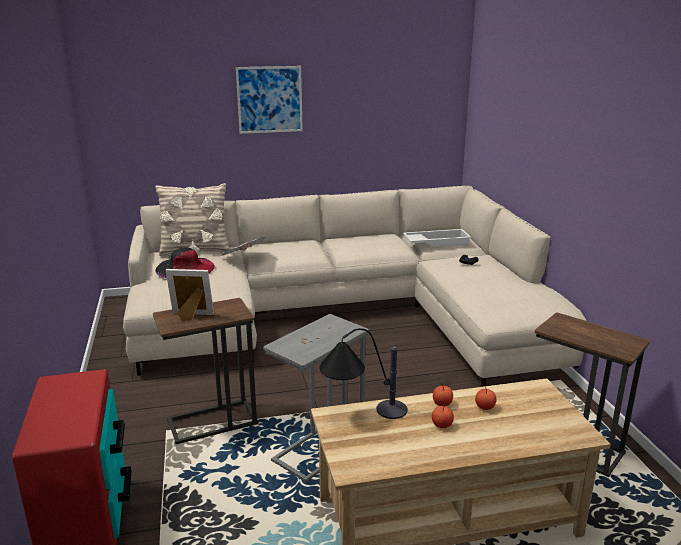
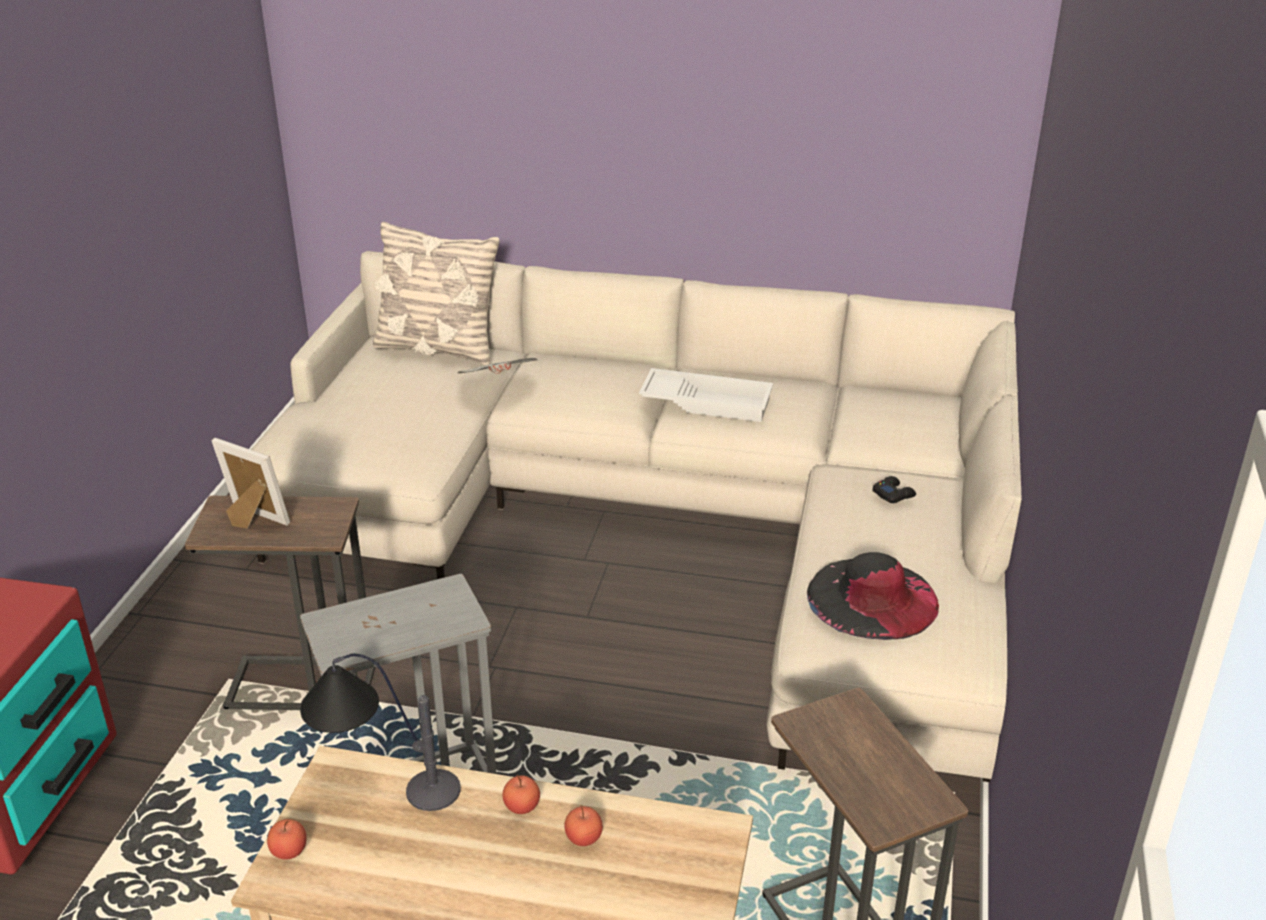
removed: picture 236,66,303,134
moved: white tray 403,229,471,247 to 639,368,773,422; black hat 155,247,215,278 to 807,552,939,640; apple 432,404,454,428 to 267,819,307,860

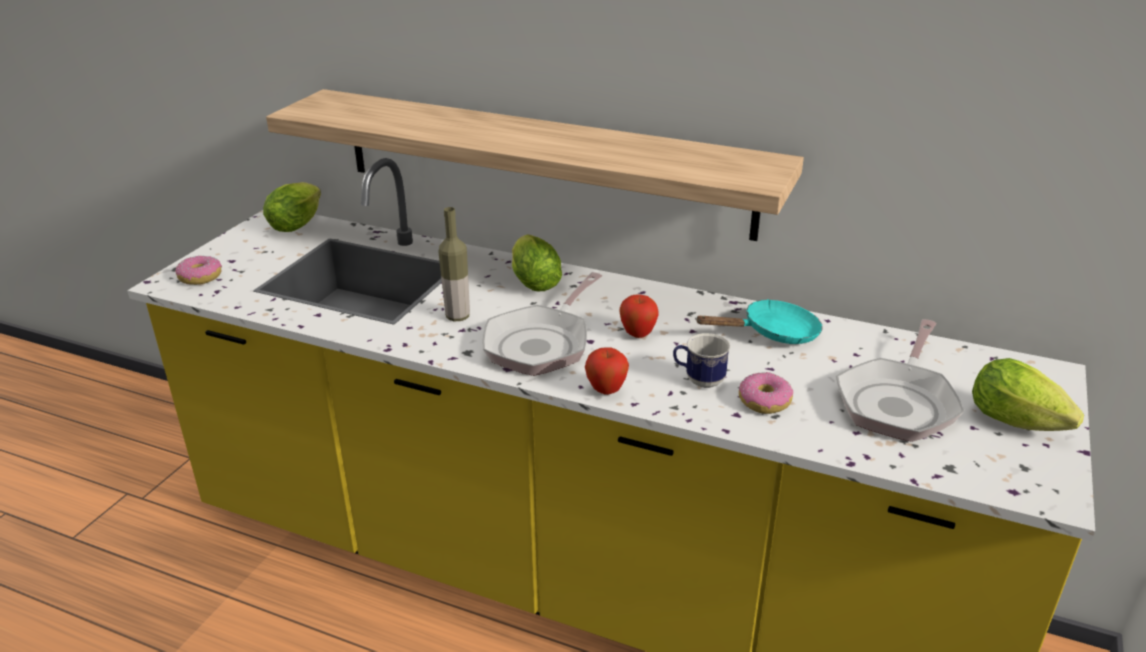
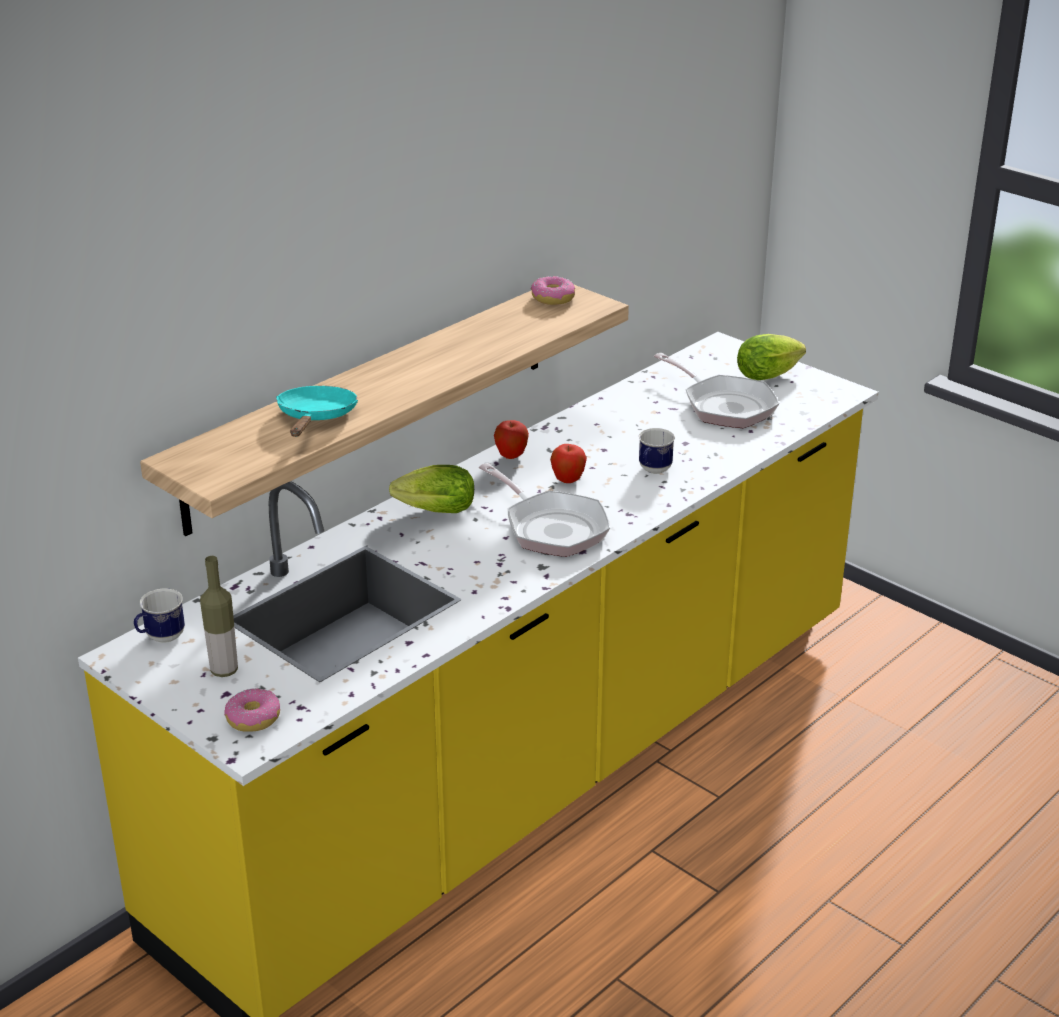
moved: bottle 438,207,470,321 to 200,556,238,677; turquoise frying pan 695,299,823,344 to 276,386,358,437; apple 585,347,629,395 to 494,420,529,459; donut 739,372,793,414 to 531,276,575,305
replaced: lettuce 263,182,321,232 to mug 134,588,185,643

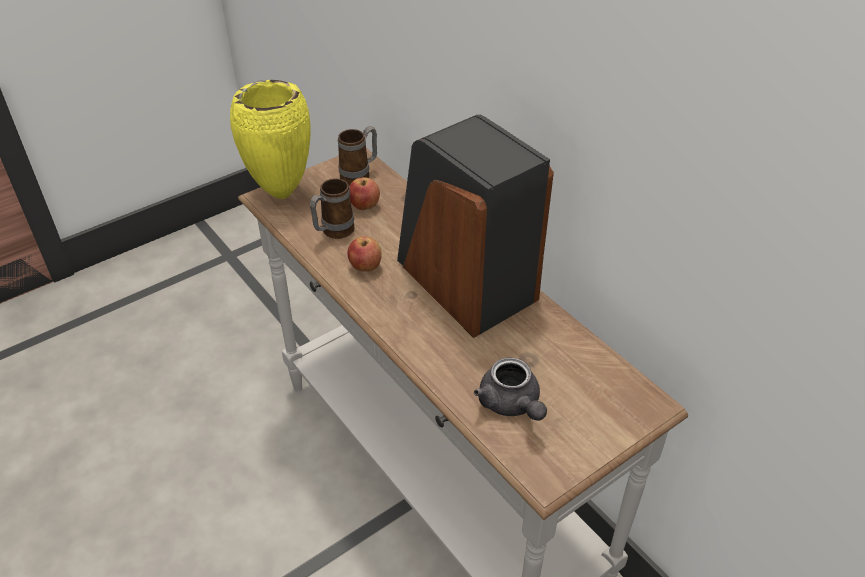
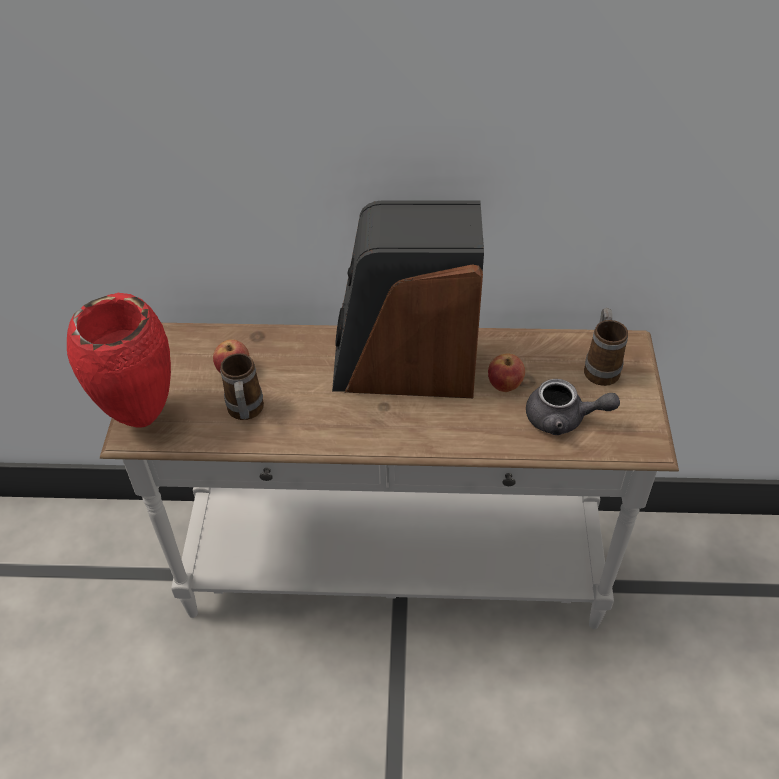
moved: mug 338,126,377,186 to 584,308,628,386; apple 348,236,382,272 to 488,354,525,392
recoloured: yellow vase 230,80,311,199 to red vase 67,293,171,427

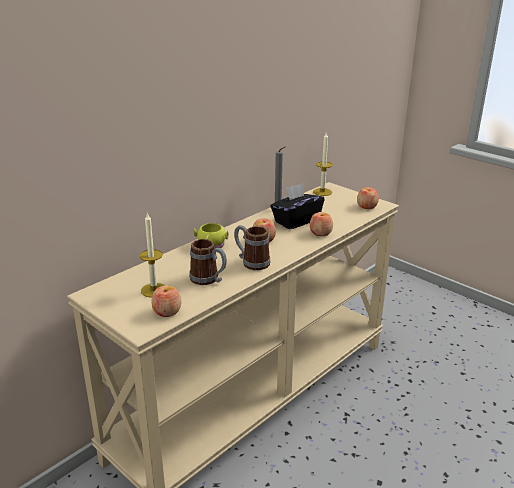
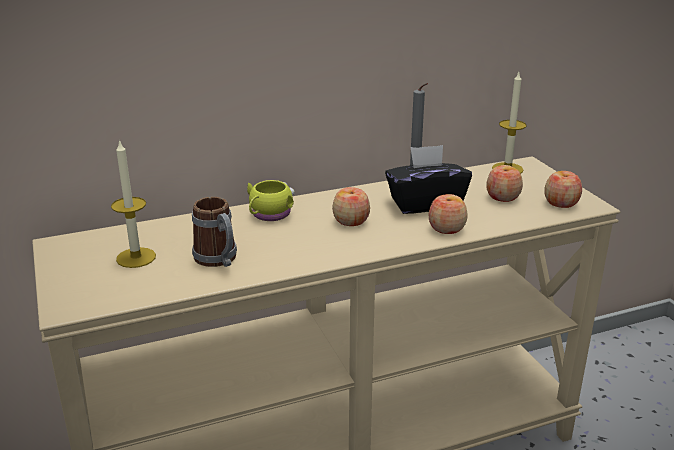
removed: mug 234,225,270,270
moved: apple 151,285,181,317 to 486,165,523,202

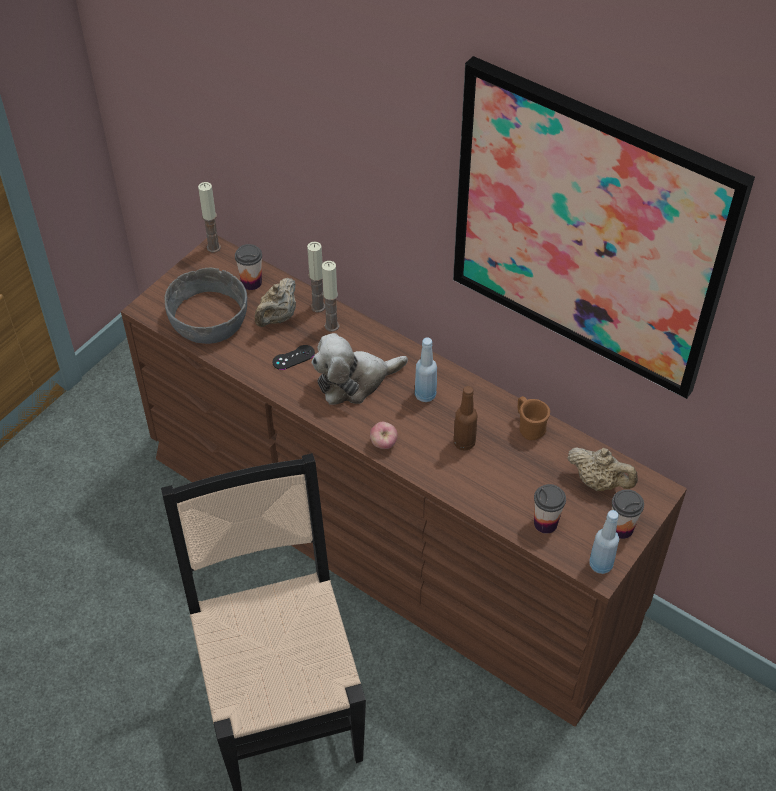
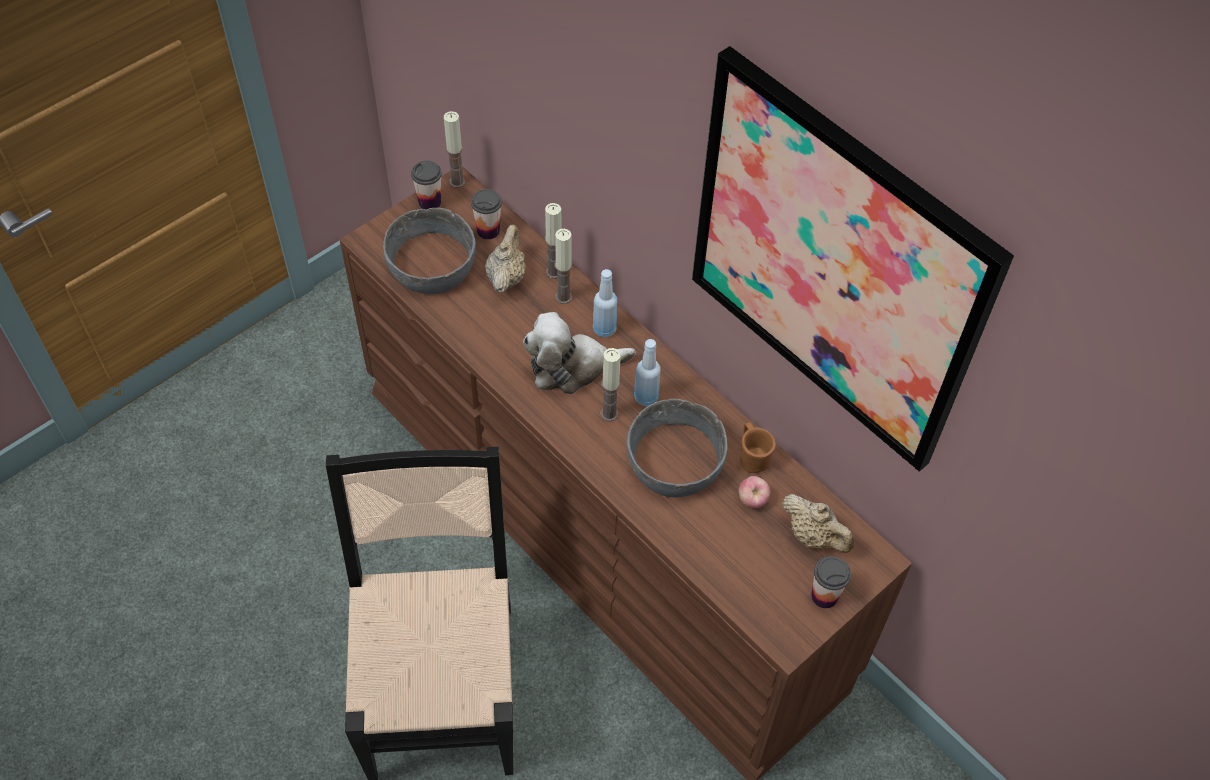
removed: black game controller 272,345,315,370
added: candle 601,348,621,421
moved: apple 370,422,398,449 to 738,476,770,508; cup 534,484,566,534 to 411,160,442,210; blue bottle 589,510,619,574 to 593,269,617,337
replaced: brown bottle 453,386,478,451 to grey bowl 626,399,728,497
turned: beige teapot 255,278,296,327 = 485,225,526,293 150 degrees clockwise

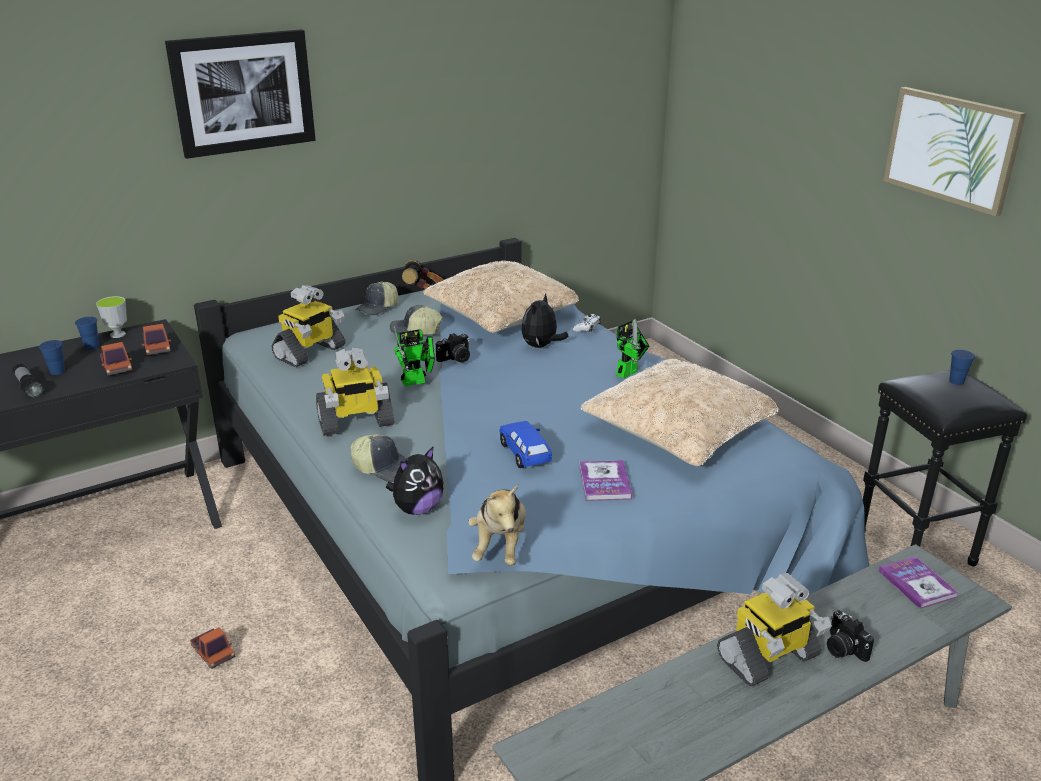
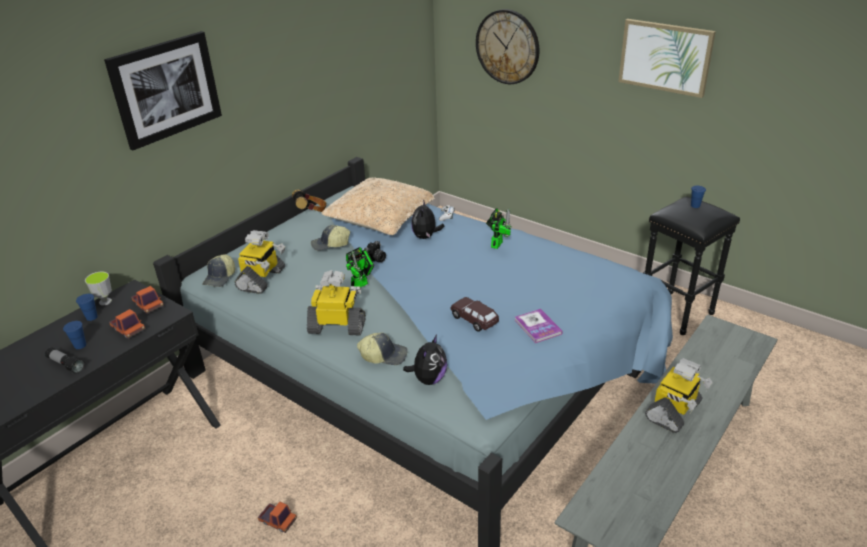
removed: beige pillow 581,359,779,467; plush toy 468,484,526,566; book 879,556,958,609; photo camera 827,610,874,662
added: wall clock 476,9,540,84
moved: cap 355,282,399,316 to 202,254,235,287
recoloured: blue toy car 499,421,552,468 to brown toy car 451,297,499,332
turned: toy robot 316,347,394,436 = 307,270,366,335 135 degrees counterclockwise

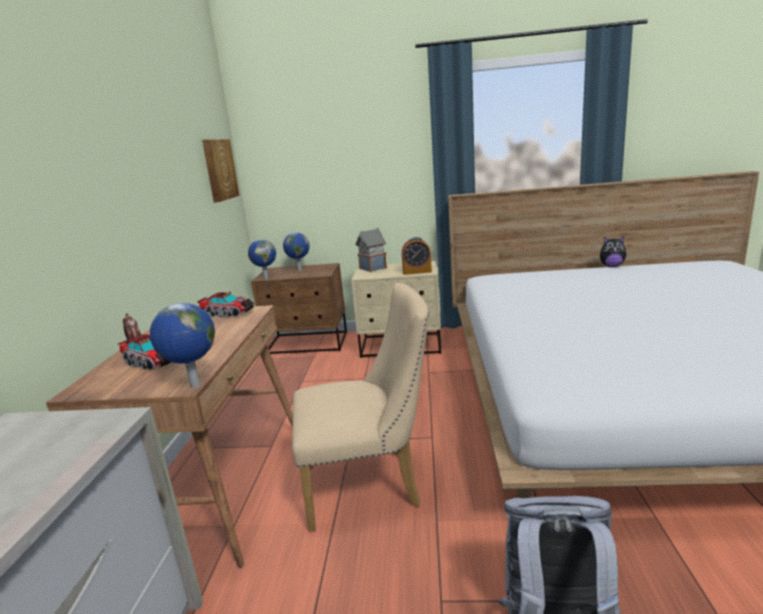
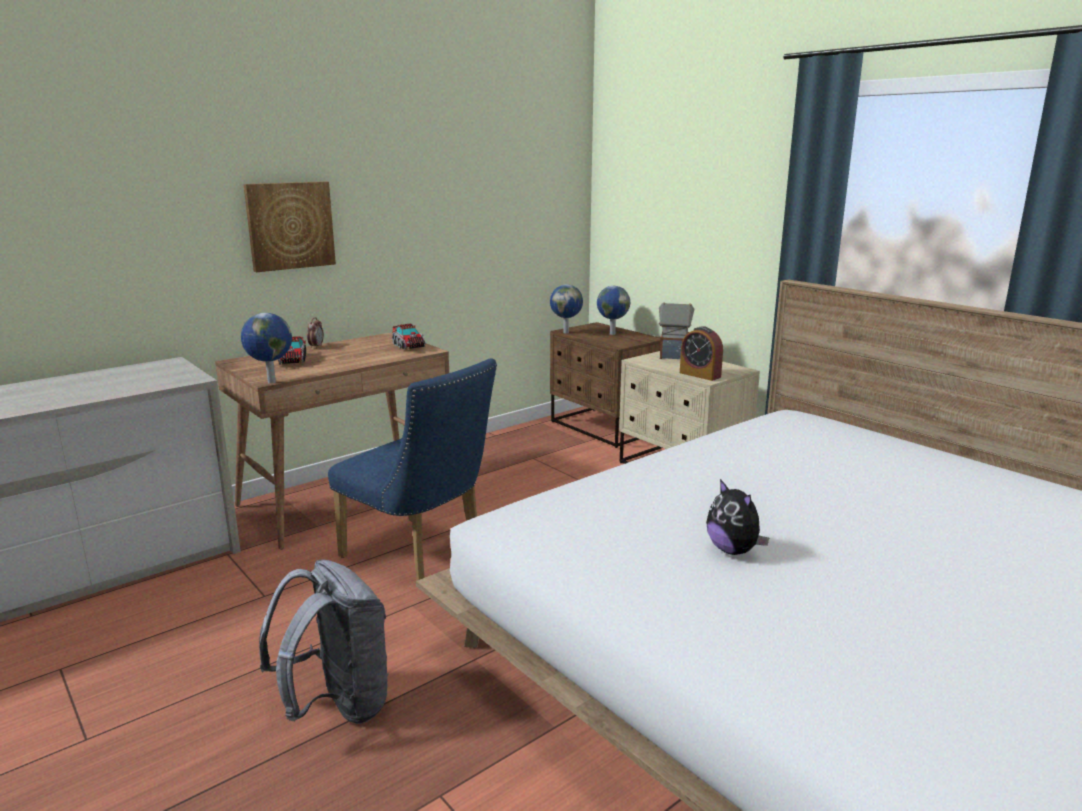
moved: picture 202,139,239,203 to 243,181,336,272; plush toy 600,237,627,267 to 706,479,769,555
recoloured: beige chair 292,283,429,532 to blue chair 328,358,497,581

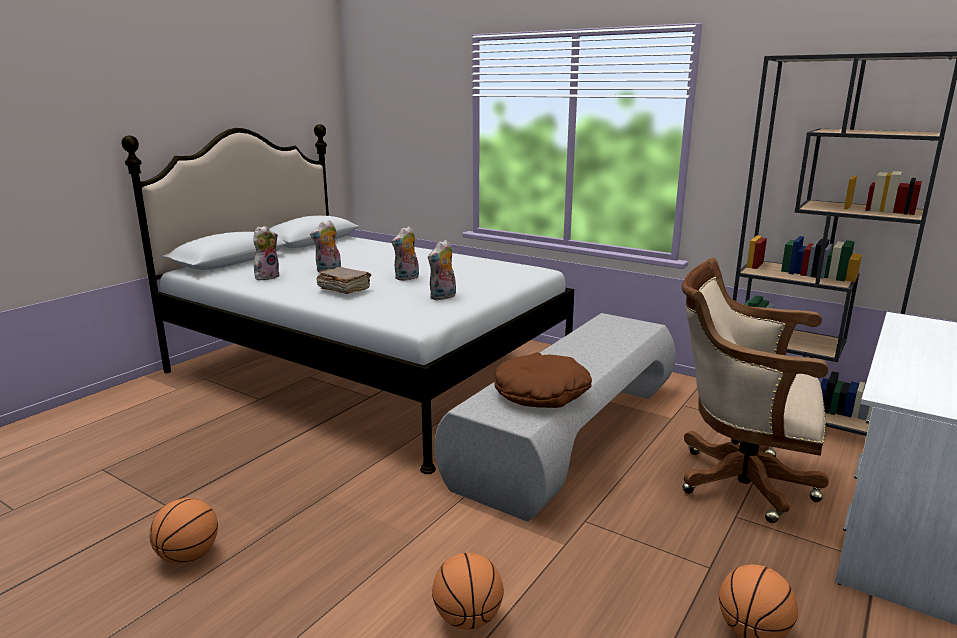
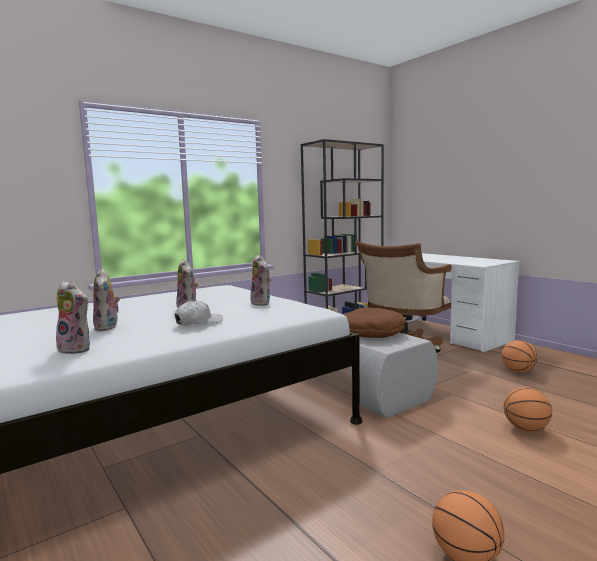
replaced: brown book 316,267,371,294 to white cap 175,300,223,325
turned: plush toy 253,226,280,280 = 56,281,90,354 150 degrees clockwise

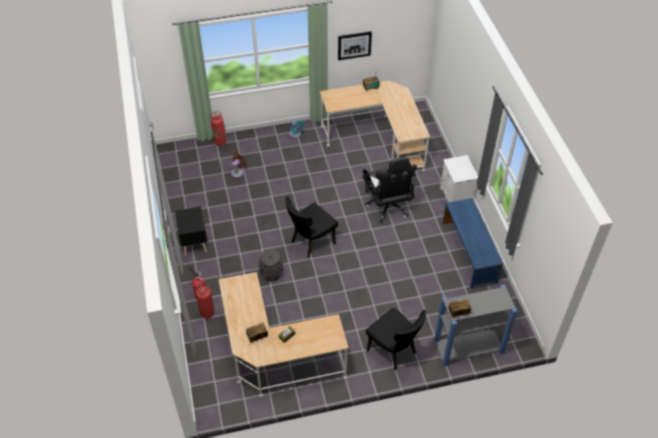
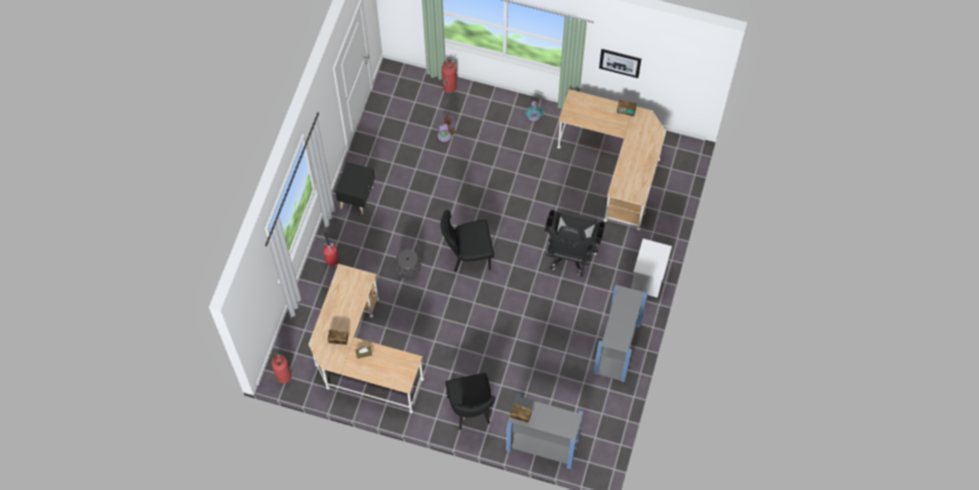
moved: fire extinguisher 196,283,215,319 to 271,354,292,383
replaced: blue bench 443,198,503,289 to grey bookcase 593,285,648,382

